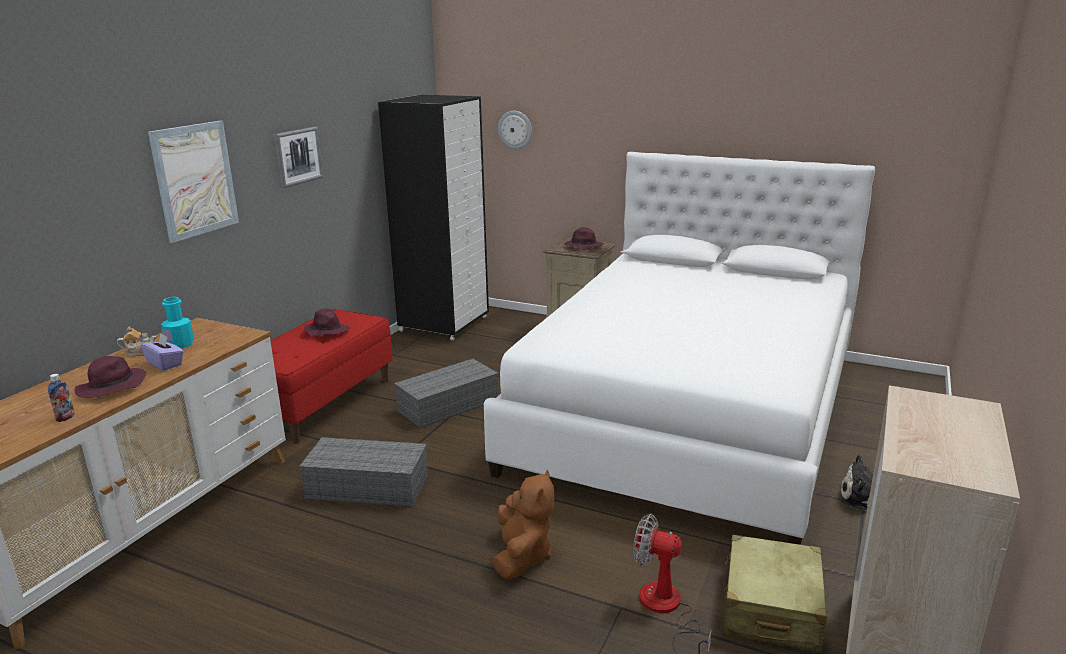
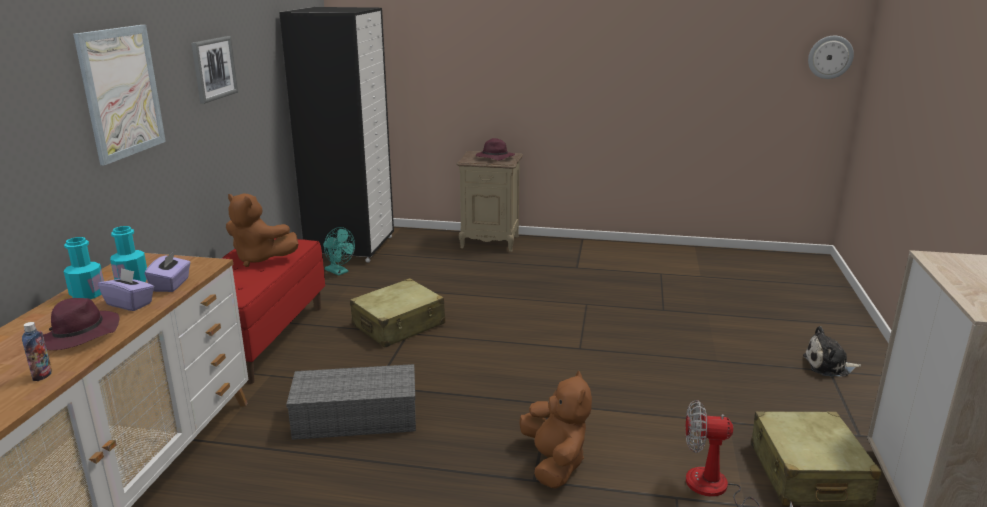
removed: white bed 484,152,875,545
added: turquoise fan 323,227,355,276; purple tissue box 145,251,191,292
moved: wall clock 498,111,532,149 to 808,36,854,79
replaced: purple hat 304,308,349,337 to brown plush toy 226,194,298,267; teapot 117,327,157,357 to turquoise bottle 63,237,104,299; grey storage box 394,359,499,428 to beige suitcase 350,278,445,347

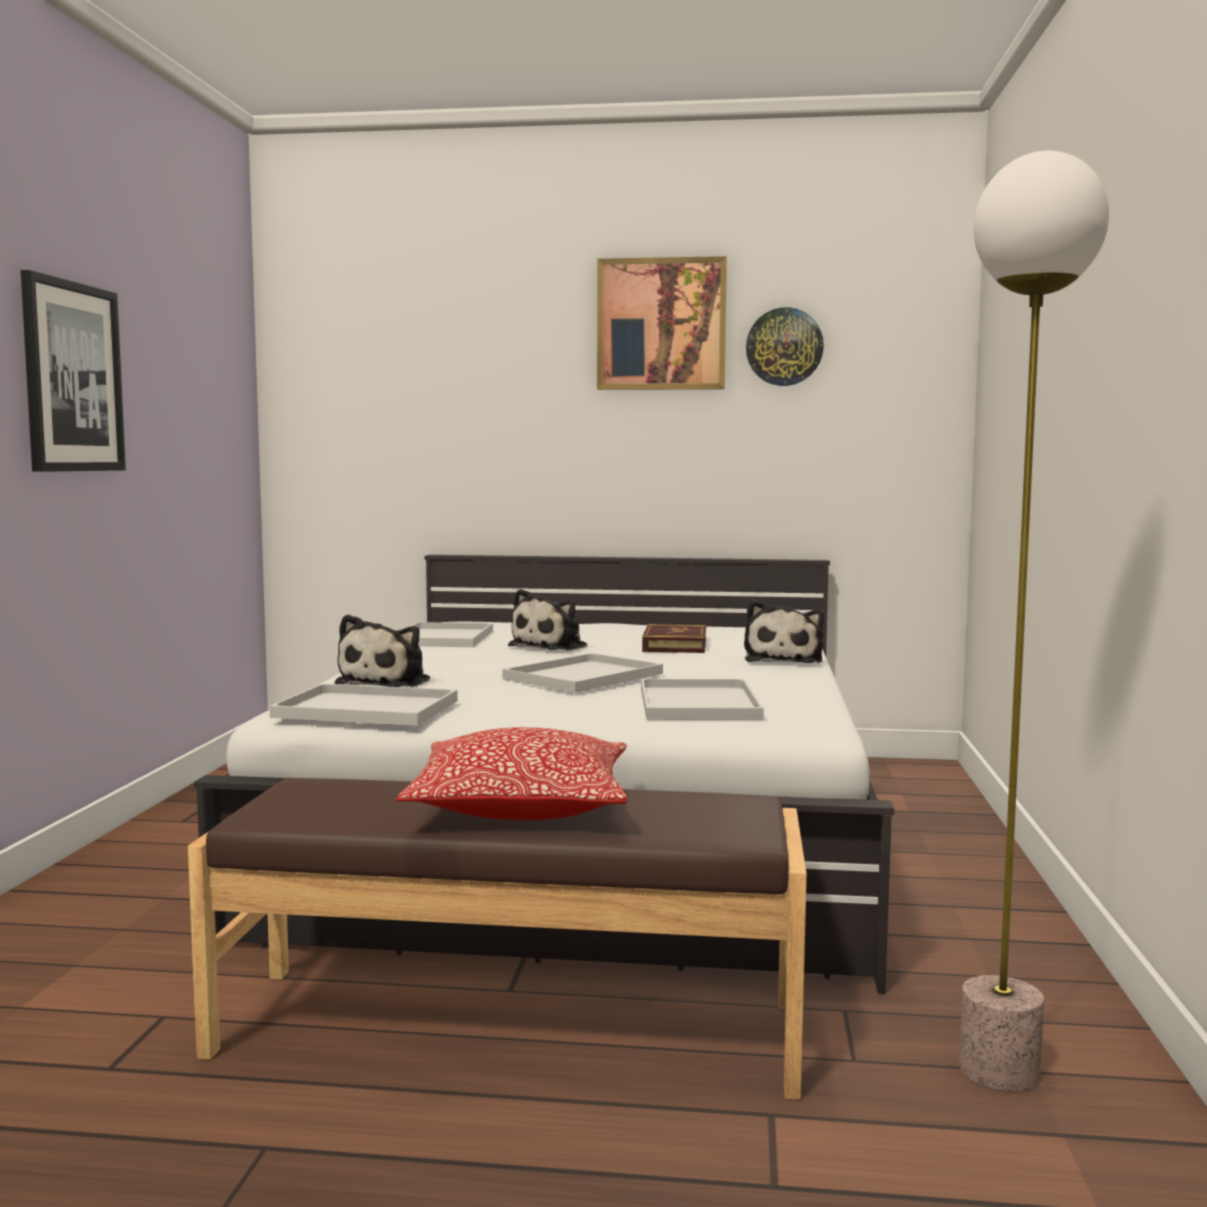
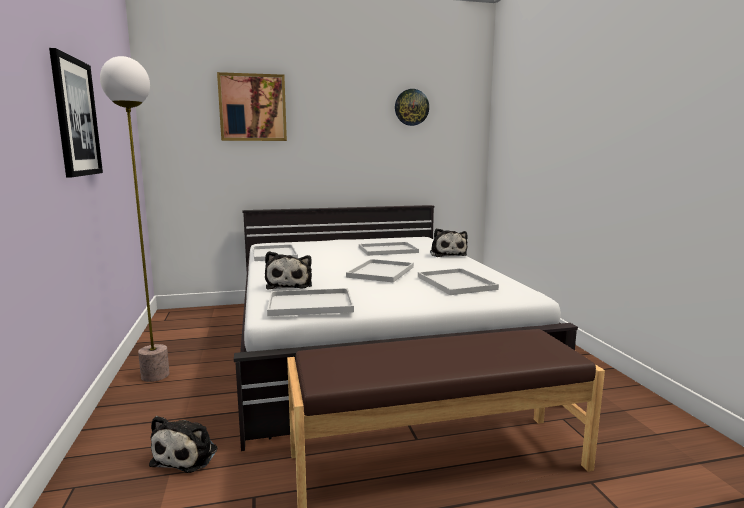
removed: pillow 396,727,627,820
moved: floor lamp 959,151,1109,1091 to 100,56,170,382; picture 597,256,727,390 to 217,72,287,141; plush toy 508,589,587,651 to 149,416,218,473
replaced: book 642,624,706,653 to white tray 359,242,419,256

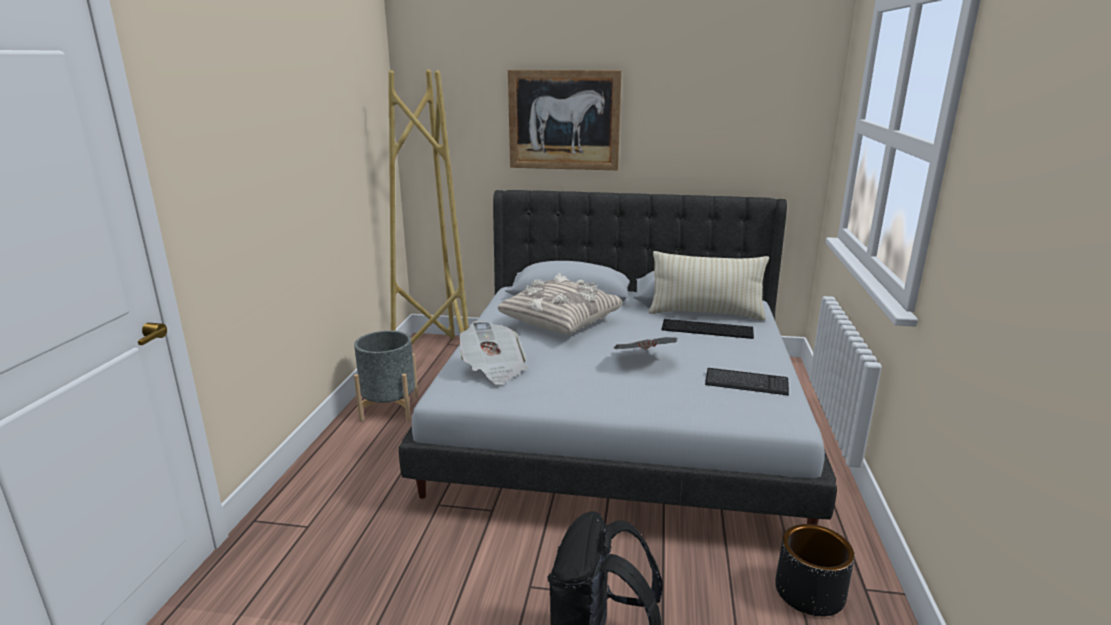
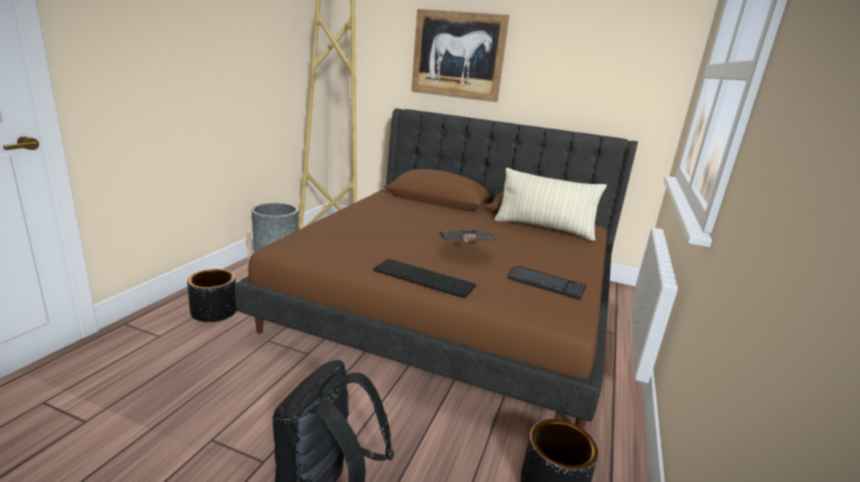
removed: beige pillow 498,273,623,334; newspaper 459,320,528,385
added: black planter 187,269,237,322
moved: keyboard 662,319,754,339 to 373,259,476,298
recoloured: grey bed 399,190,837,525 to brown bed 235,108,638,429

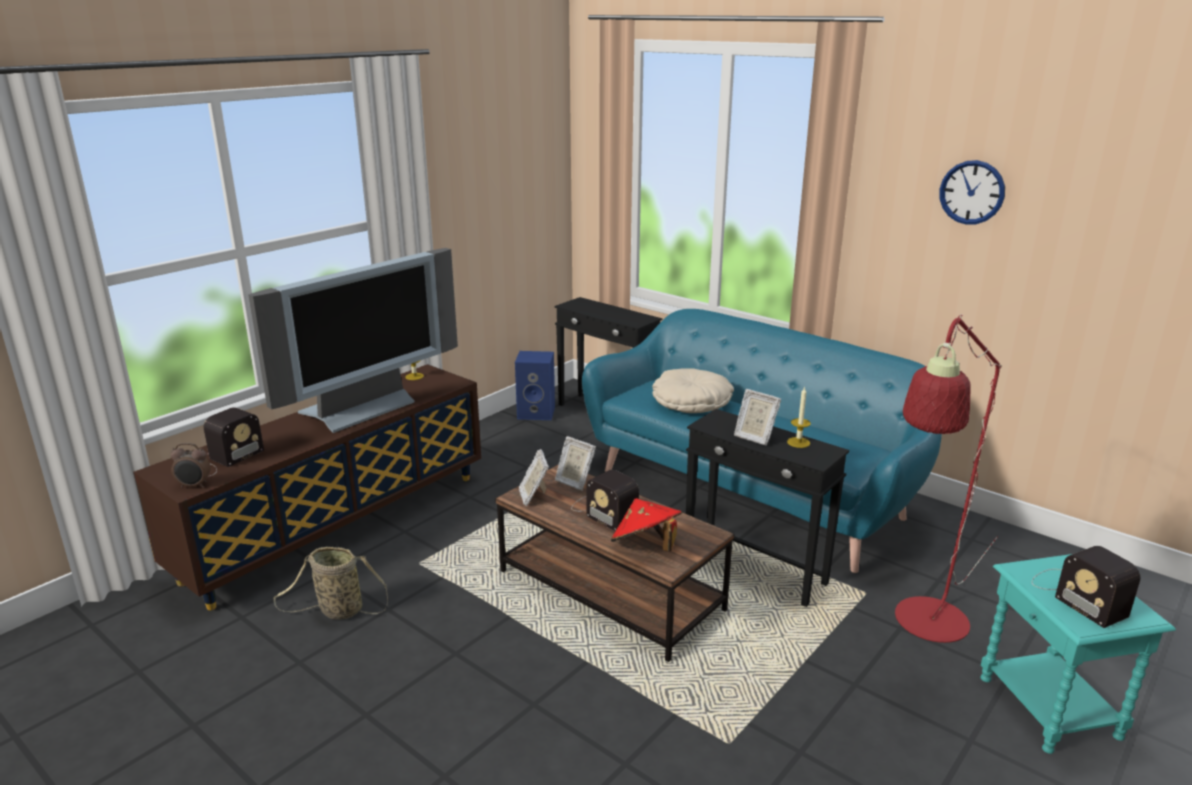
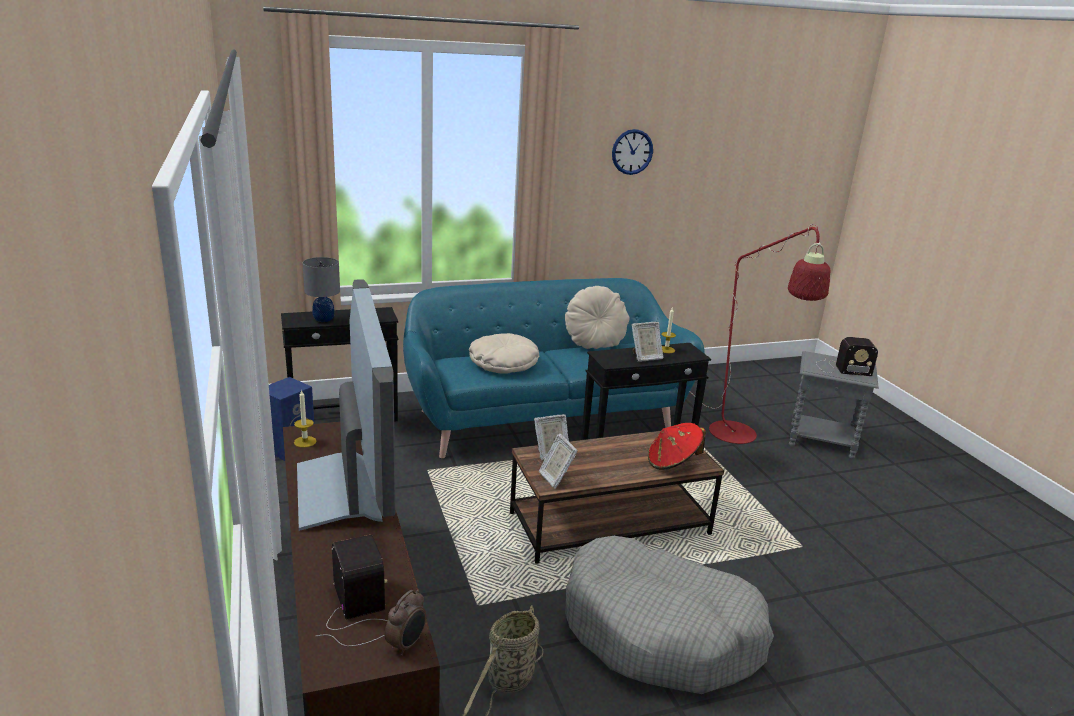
removed: radio 571,469,639,531
added: grey table lamp 303,257,340,322; beige pillow 565,286,630,349; grey dog bed 565,536,774,694
recoloured: turquoise side table 980,554,1176,754 to grey side table 789,351,879,458
turned: picture frame 519,449,549,506 = 539,433,578,489 45 degrees clockwise

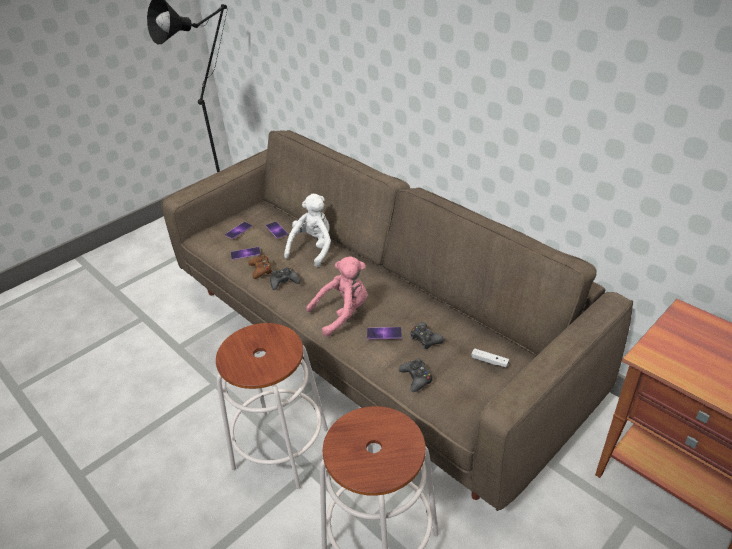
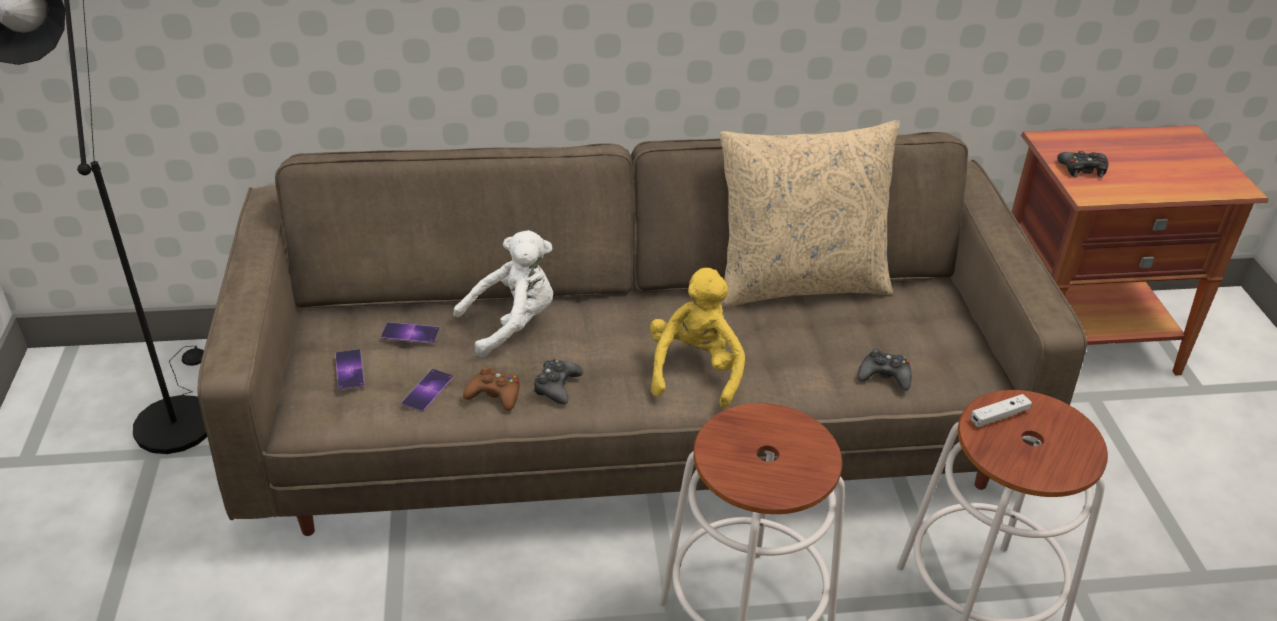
removed: phone 367,327,402,340
added: beige pillow 720,120,900,307
moved: black game controller 411,322,445,349 to 1057,151,1108,178; white game controller 471,348,509,367 to 971,394,1032,427
recoloured: pink plush toy 306,256,367,337 to yellow plush toy 650,268,745,409
turned: white plush toy 284,194,331,268 = 453,230,553,357 90 degrees clockwise

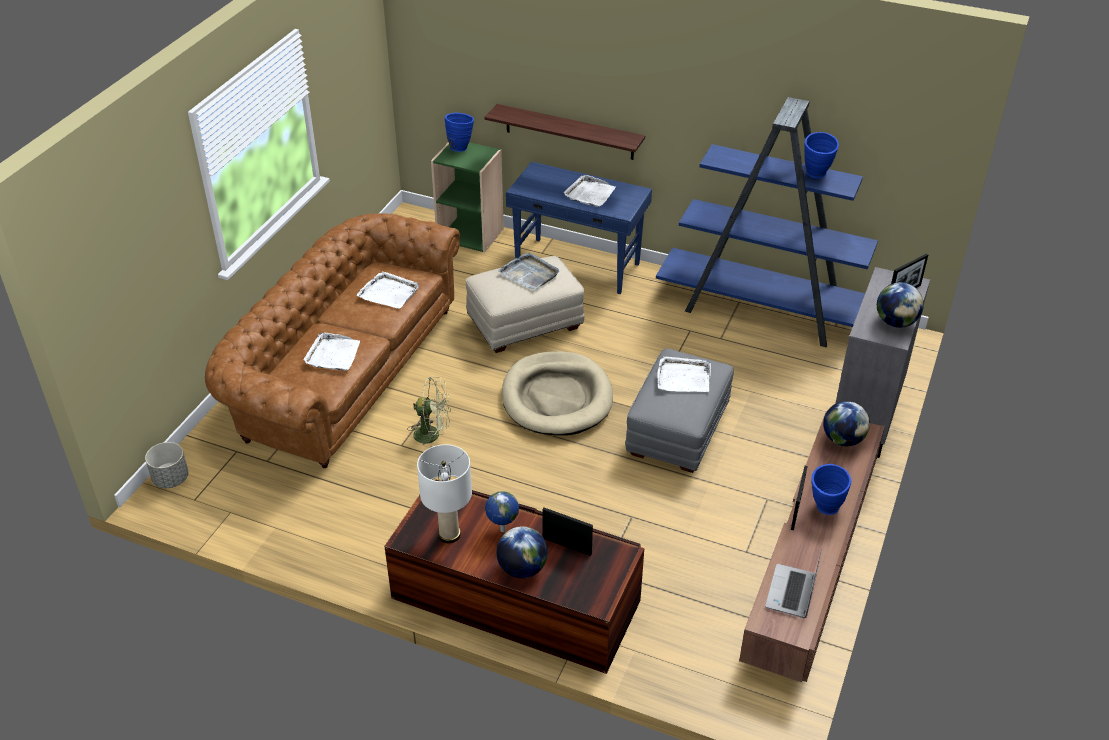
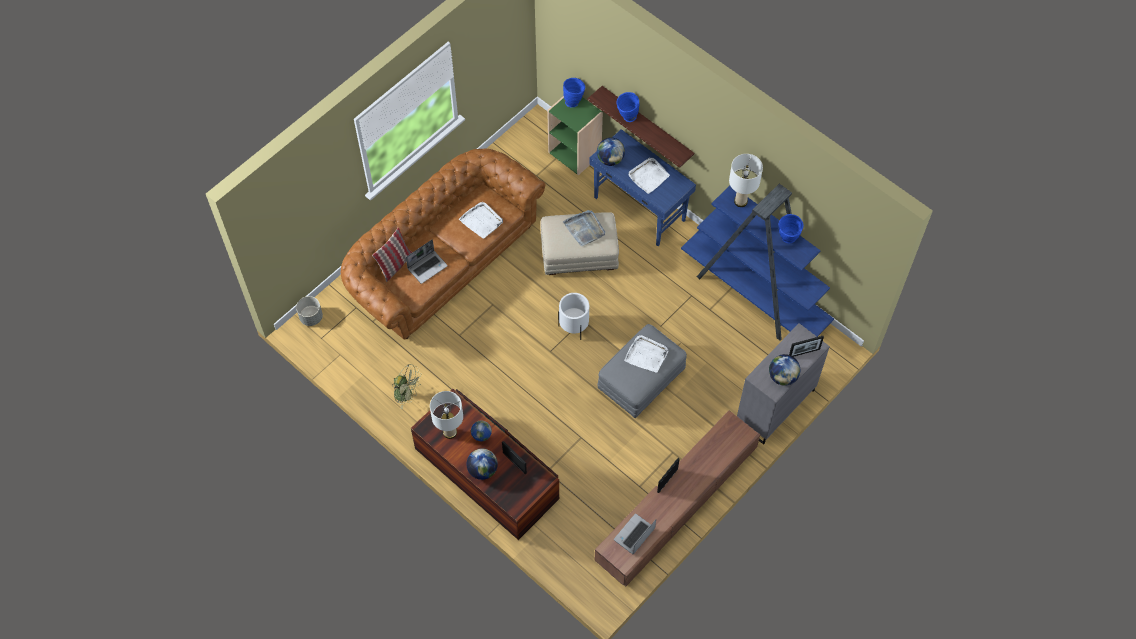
added: white table lamp 729,154,763,207; pillow 372,227,412,282
moved: green fan 407,377,451,448 to 392,364,421,409; globe 823,401,870,446 to 597,138,625,166; blue vase 811,464,851,515 to 616,92,639,122
replaced: white tray 304,332,360,370 to laptop 406,239,448,284; beige dog bed 502,351,613,436 to white planter 558,293,589,340

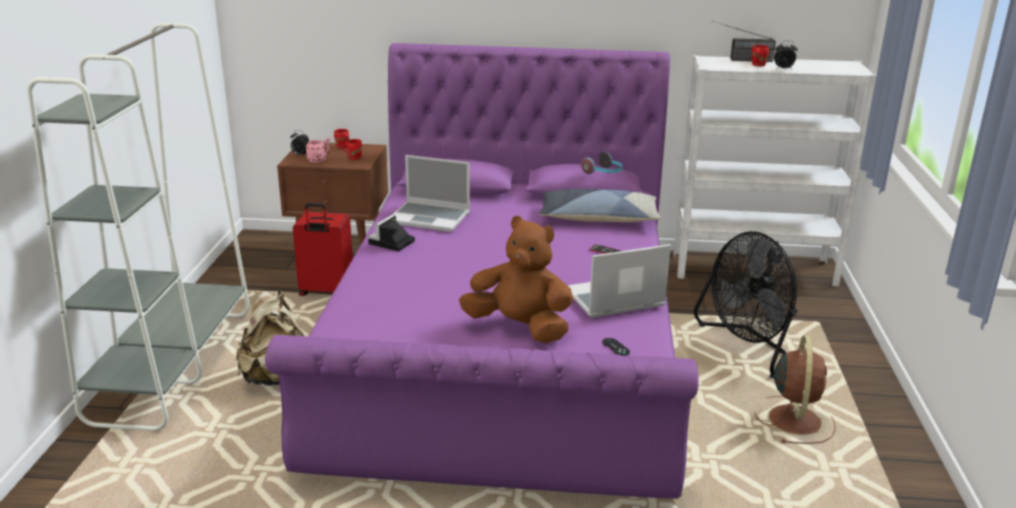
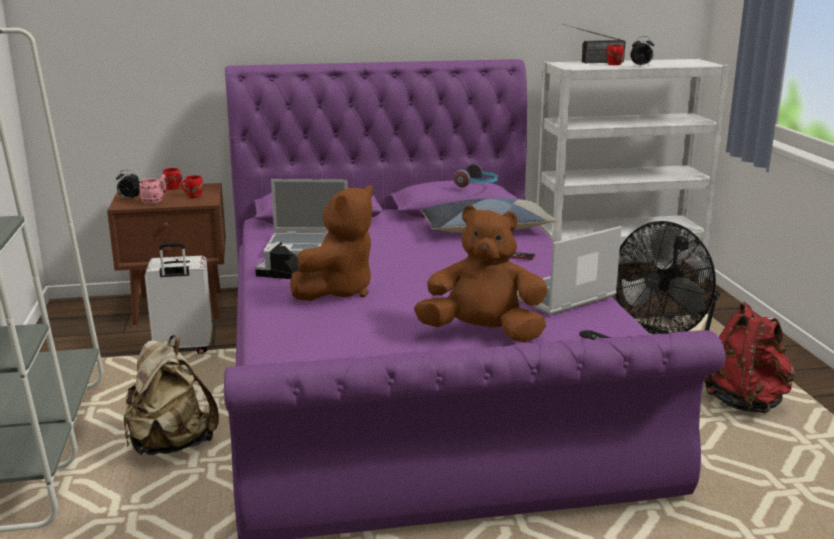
added: brown plush toy 290,185,373,301
replaced: brown fan 754,335,836,444 to red backpack 704,302,795,413
recoloured: red suitcase 293,203,353,296 to white suitcase 145,243,212,354

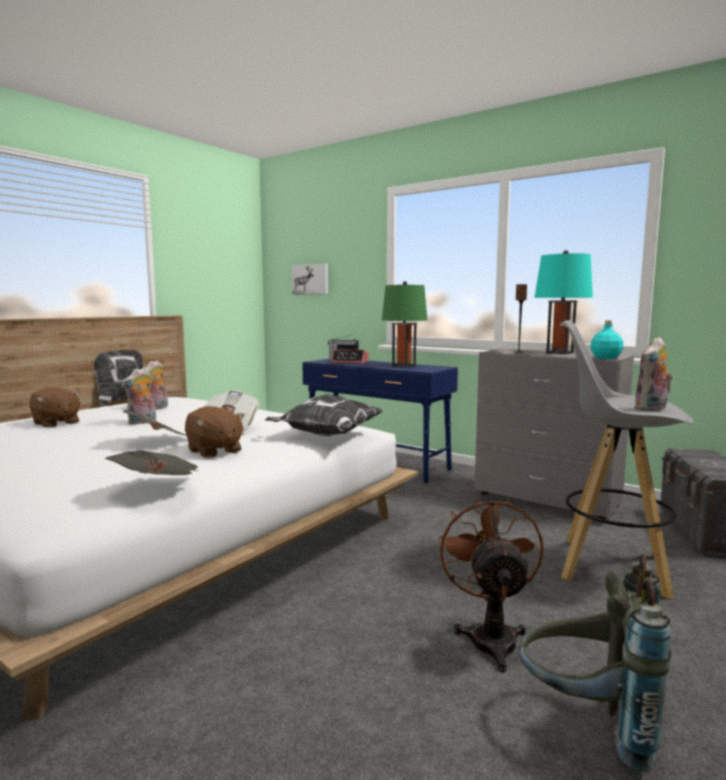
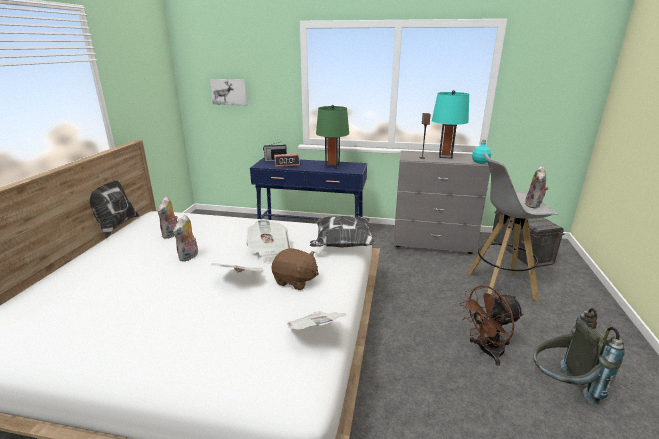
removed: brown plush toy 29,387,82,428
turned: brown fan 439,496,543,672 = 460,285,524,366 90 degrees counterclockwise

